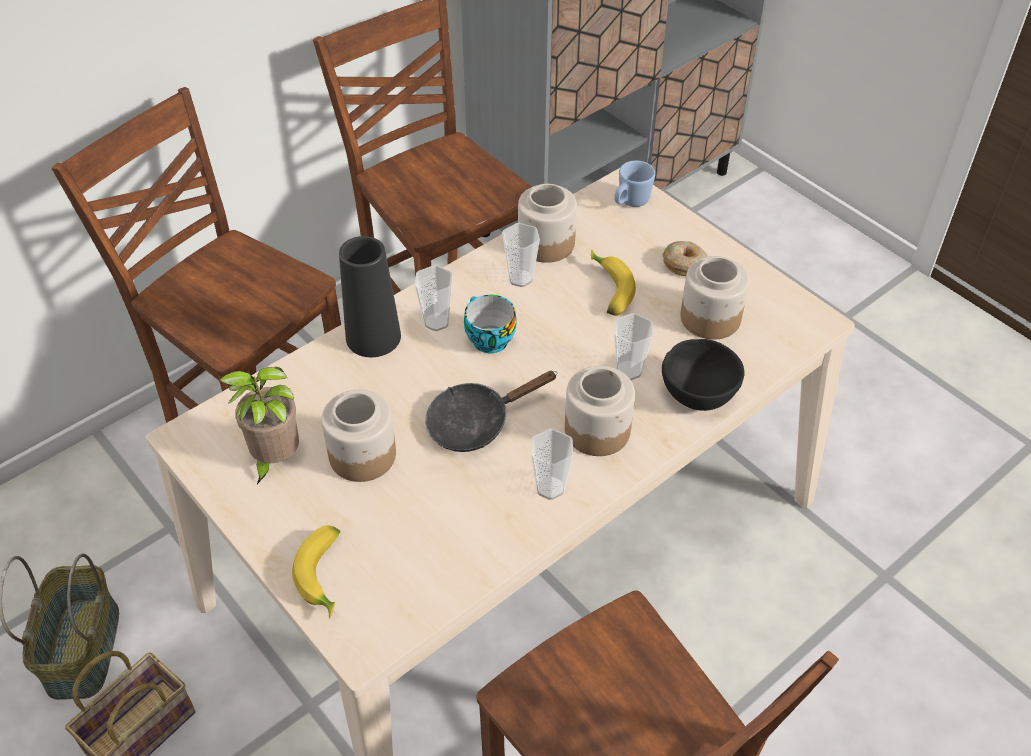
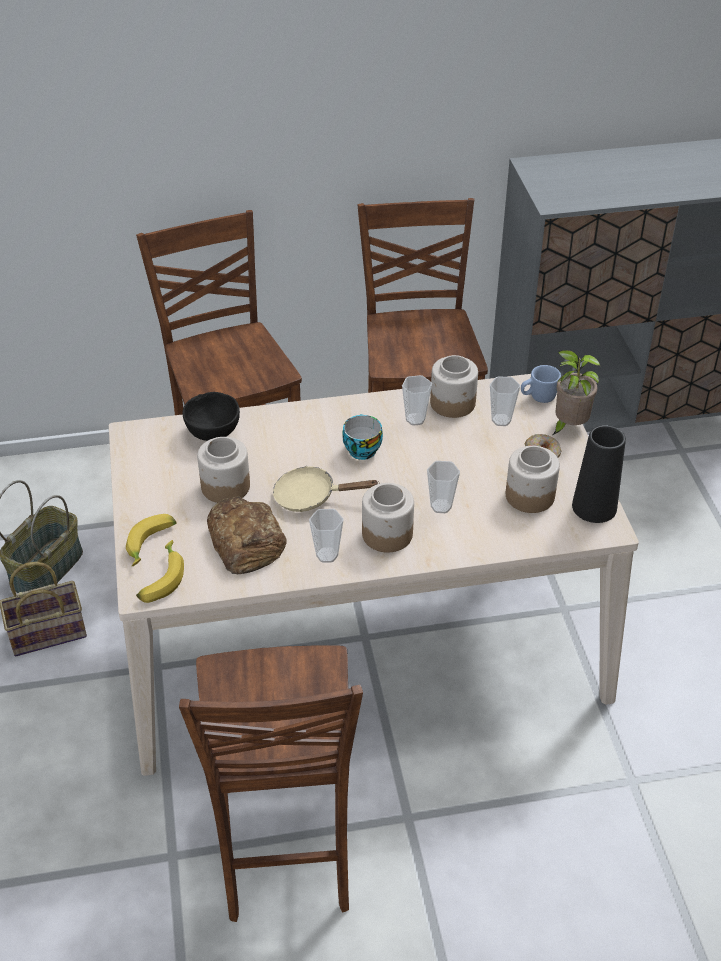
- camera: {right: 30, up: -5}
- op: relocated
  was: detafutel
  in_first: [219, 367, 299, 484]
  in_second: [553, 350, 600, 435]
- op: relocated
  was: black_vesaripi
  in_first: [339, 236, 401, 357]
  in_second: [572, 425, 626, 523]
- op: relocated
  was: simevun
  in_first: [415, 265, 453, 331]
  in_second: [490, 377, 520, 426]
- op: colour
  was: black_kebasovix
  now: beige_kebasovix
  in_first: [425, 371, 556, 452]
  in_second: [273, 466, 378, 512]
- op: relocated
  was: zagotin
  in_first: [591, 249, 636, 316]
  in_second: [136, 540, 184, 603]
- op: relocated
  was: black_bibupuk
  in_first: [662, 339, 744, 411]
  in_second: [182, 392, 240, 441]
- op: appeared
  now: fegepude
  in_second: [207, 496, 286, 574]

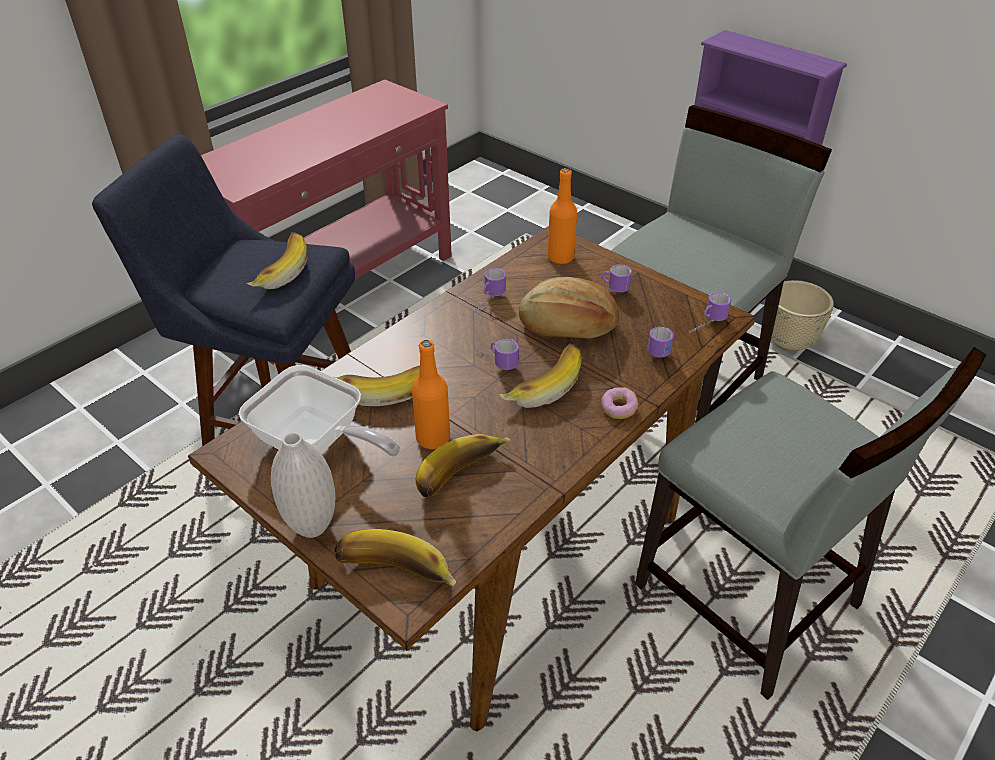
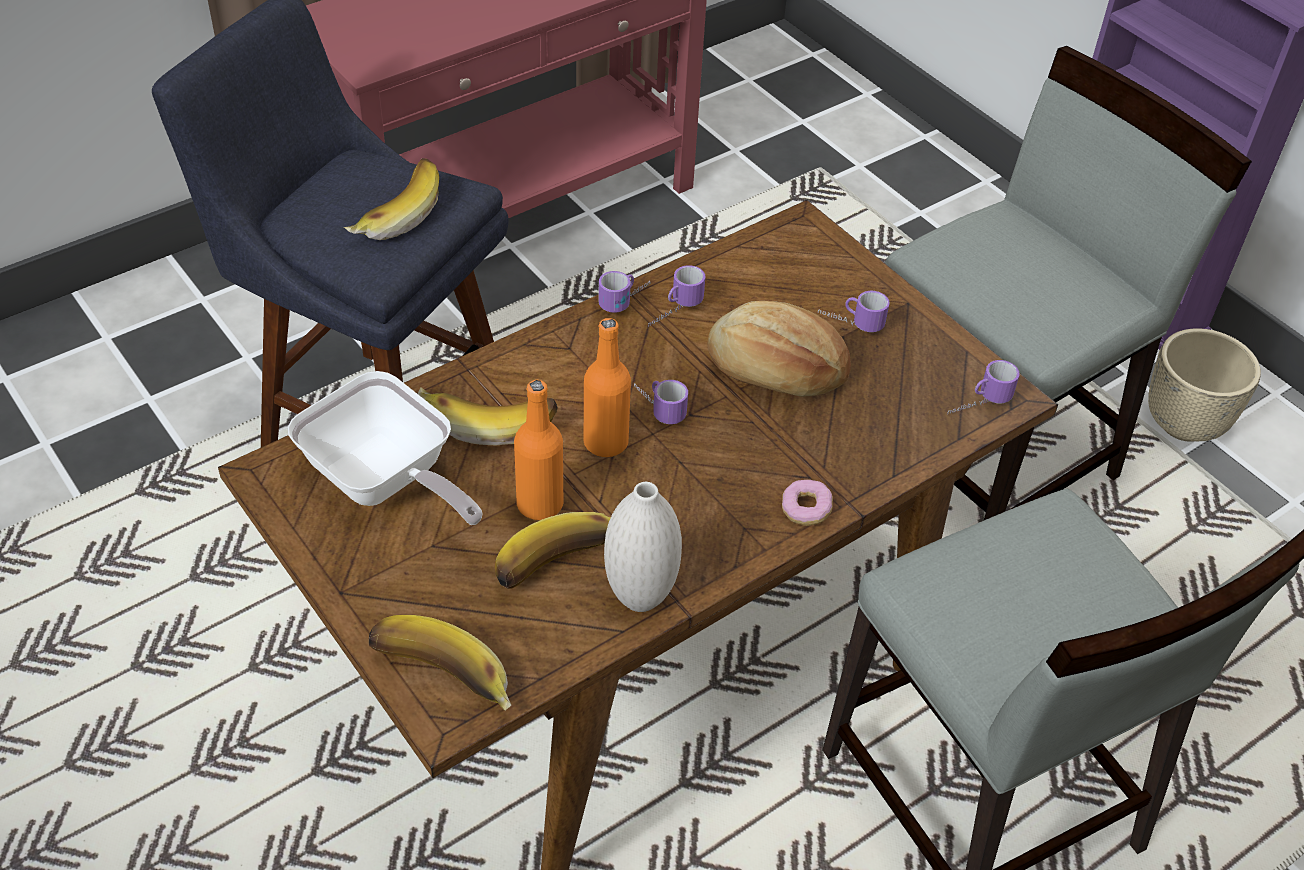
- camera: {right: 10, up: 5}
- op: relocated
  was: white_vesaripi
  in_first: [271, 433, 335, 538]
  in_second: [604, 482, 682, 612]
- op: missing
  was: zagotin
  in_first: [499, 344, 582, 408]
- op: relocated
  was: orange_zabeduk
  in_first: [547, 168, 577, 264]
  in_second: [584, 318, 631, 457]
- op: relocated
  was: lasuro
  in_first: [647, 327, 674, 357]
  in_second: [598, 271, 650, 313]

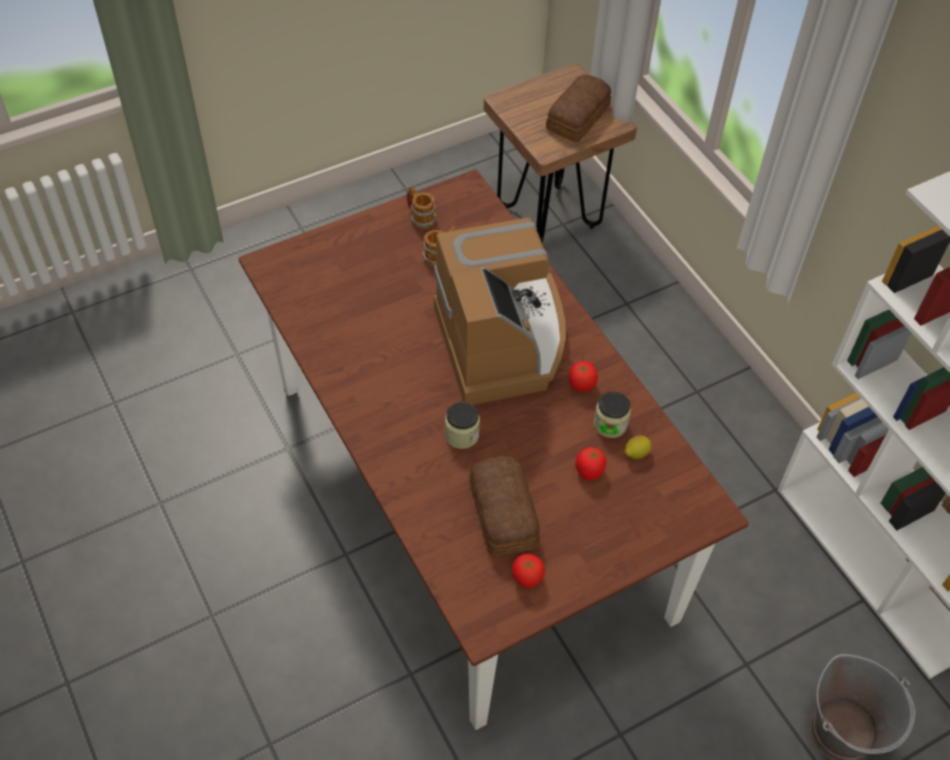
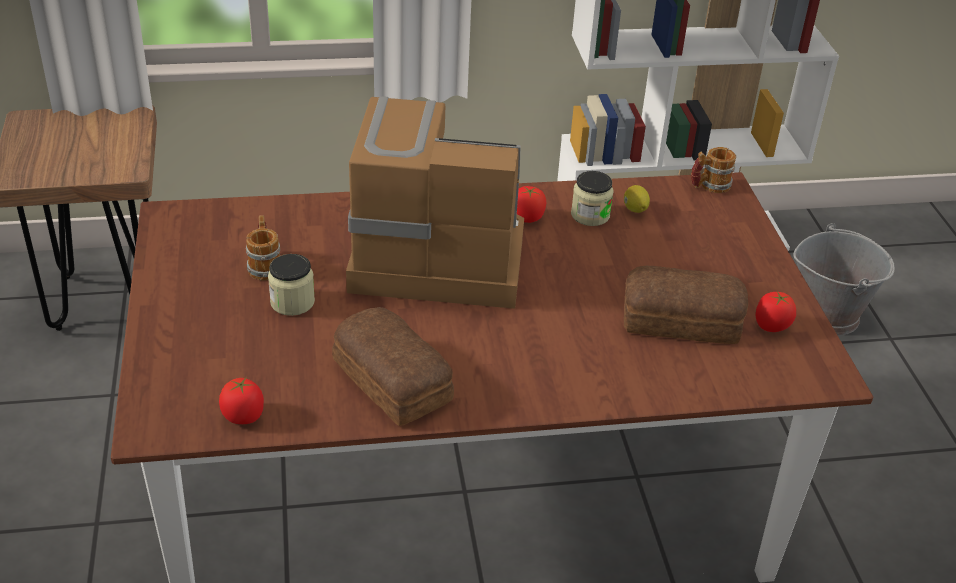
- camera: {right: -70, up: -15}
- op: relocated
  was: lasuro
  in_first: [407, 185, 437, 229]
  in_second: [691, 147, 736, 193]
- op: relocated
  was: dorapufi
  in_first: [445, 402, 480, 449]
  in_second: [268, 254, 315, 316]
- op: relocated
  was: fegepude
  in_first: [546, 75, 611, 142]
  in_second: [332, 307, 454, 426]
- op: relocated
  was: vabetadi
  in_first: [575, 447, 606, 481]
  in_second: [219, 377, 264, 424]

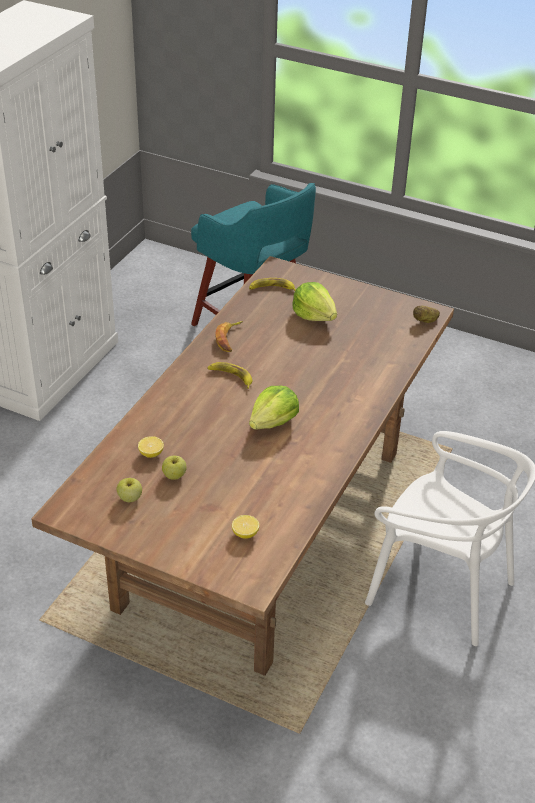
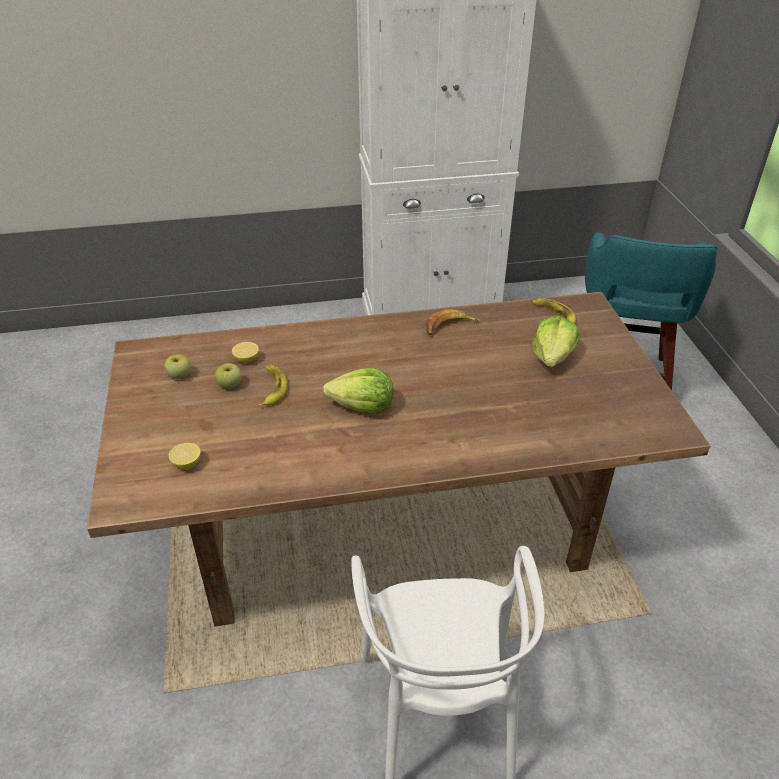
- camera: {right: 55, up: 0}
- op: relocated
  was: zagotin
  in_first: [207, 362, 252, 389]
  in_second: [258, 365, 287, 406]
- op: missing
  was: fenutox
  in_first: [413, 306, 440, 323]

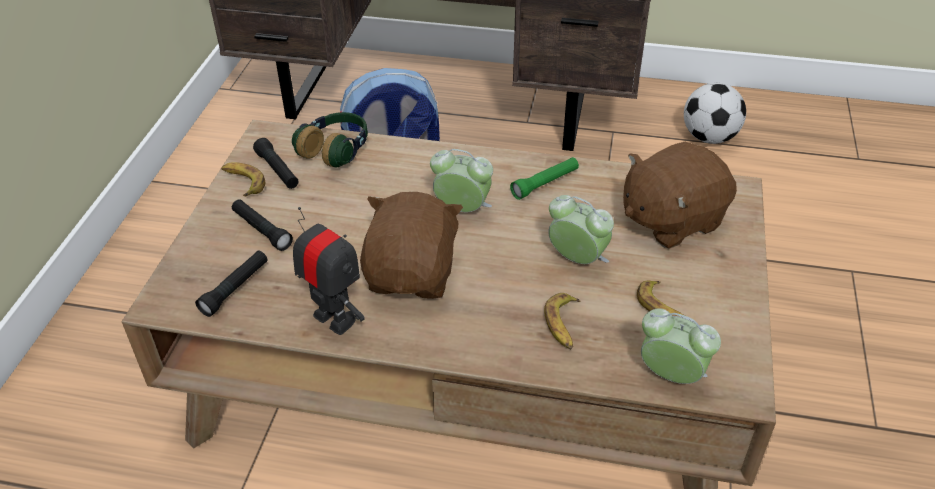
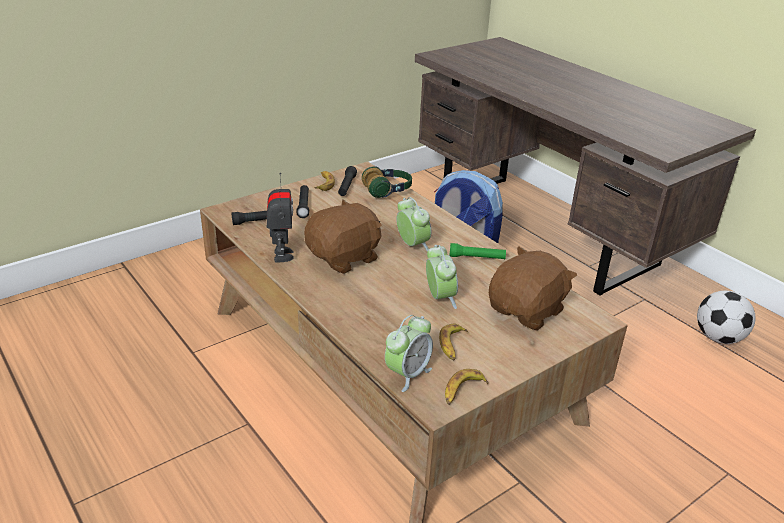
- camera: {right: 40, up: -10}
- op: relocated
  was: zagotin
  in_first: [544, 293, 581, 350]
  in_second: [445, 369, 488, 405]
- op: spun
  was: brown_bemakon
  in_first: [623, 142, 737, 249]
  in_second: [489, 246, 577, 331]
  clockwise: 120
- op: spun
  was: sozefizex
  in_first: [641, 308, 721, 384]
  in_second: [385, 315, 433, 392]
  clockwise: 60

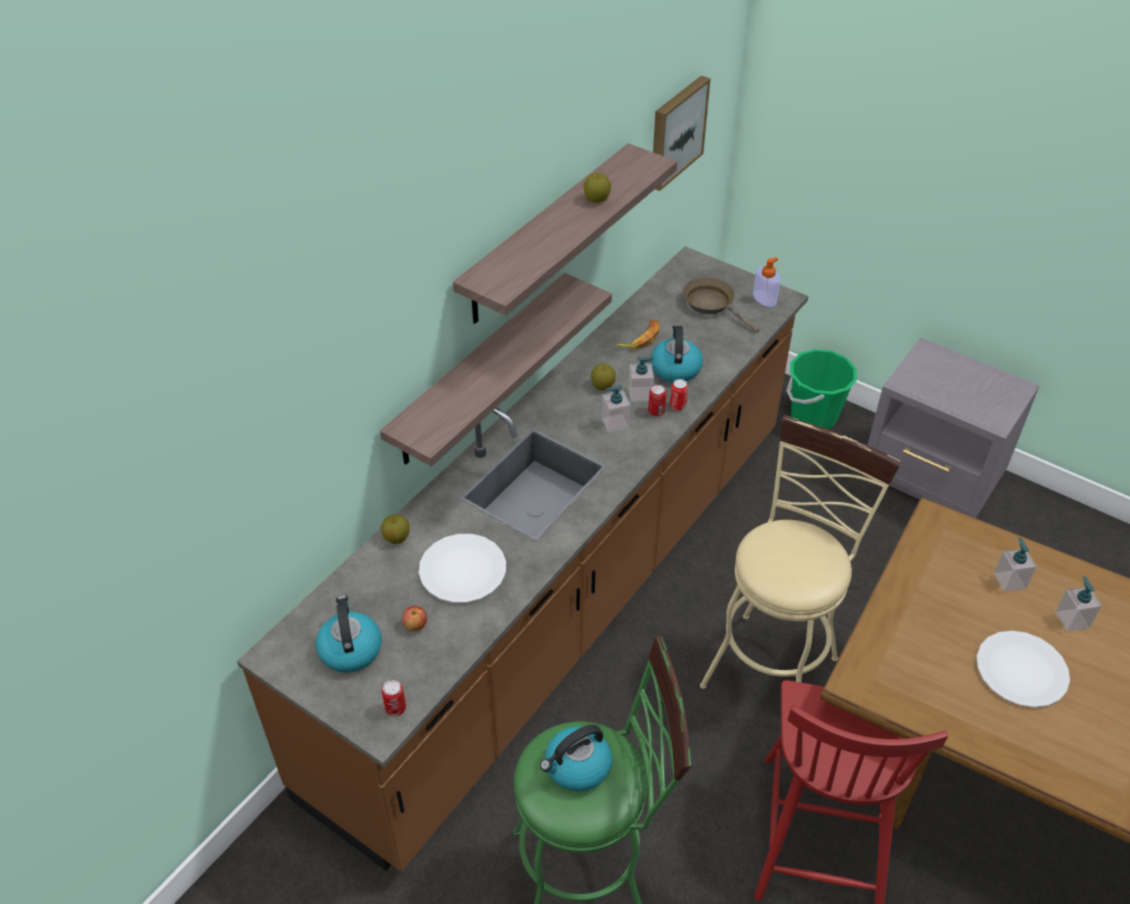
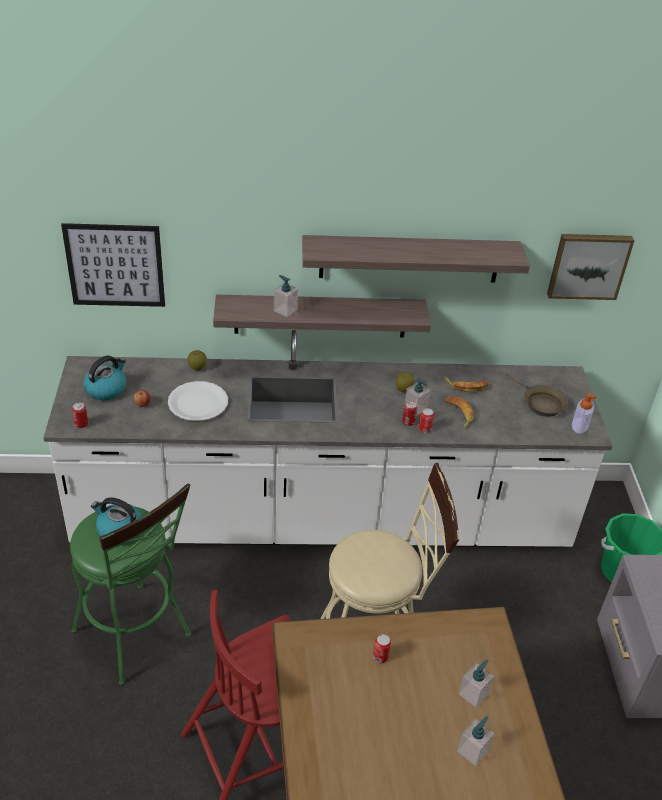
- camera: {right: 50, up: -5}
- op: colour
  was: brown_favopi
  now: white_favopi
  in_first: [237, 246, 808, 872]
  in_second: [43, 330, 612, 547]
- op: missing
  was: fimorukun
  in_first: [584, 173, 611, 202]
- op: relocated
  was: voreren
  in_first: [602, 385, 631, 433]
  in_second: [274, 275, 298, 317]
- op: exchanged
  was: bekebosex
  now: zagotin
  in_first: [651, 325, 703, 382]
  in_second: [444, 396, 474, 428]
- op: spun
  was: brown_kebasovix
  in_first: [682, 277, 759, 332]
  in_second: [506, 373, 568, 417]
  clockwise: 135
- op: missing
  was: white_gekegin
  in_first: [977, 631, 1070, 707]
- op: appeared
  now: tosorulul
  in_second: [61, 223, 165, 307]
- op: appeared
  now: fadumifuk
  in_second: [373, 634, 391, 663]

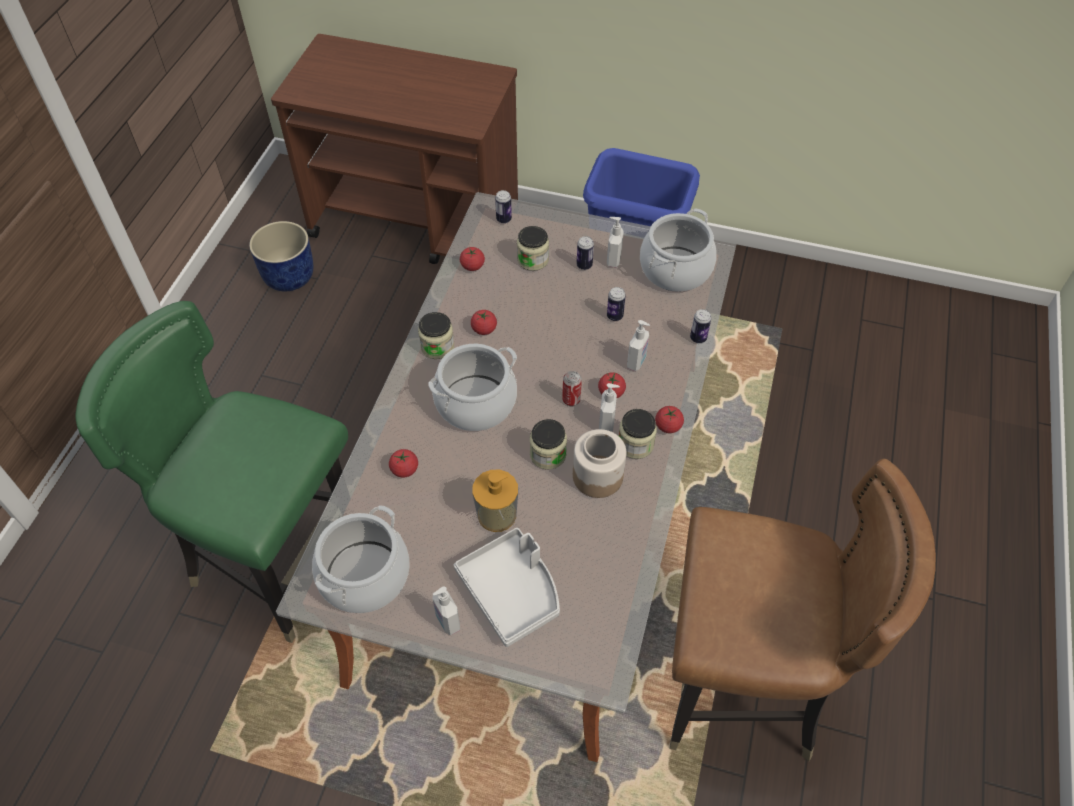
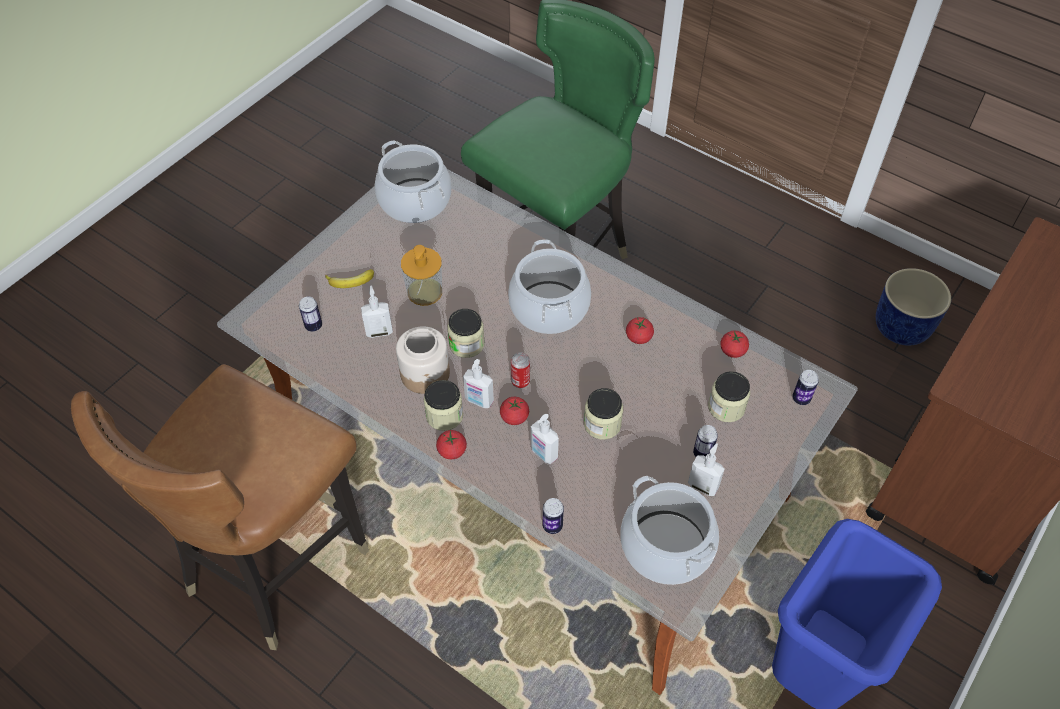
- camera: {right: 110, up: 0}
- op: missing
  was: vabetadi
  in_first: [389, 449, 418, 477]
- op: relocated
  was: dorapufi
  in_first: [418, 312, 454, 359]
  in_second: [584, 388, 623, 440]
- op: relocated
  was: voreren
  in_first: [433, 587, 460, 636]
  in_second: [361, 285, 393, 338]
- op: exchanged
  was: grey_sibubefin
  now: zagotin
  in_first: [454, 528, 560, 647]
  in_second: [325, 269, 374, 288]
- op: relocated
  was: fadumifuk
  in_first: [607, 287, 626, 321]
  in_second: [299, 297, 322, 332]

